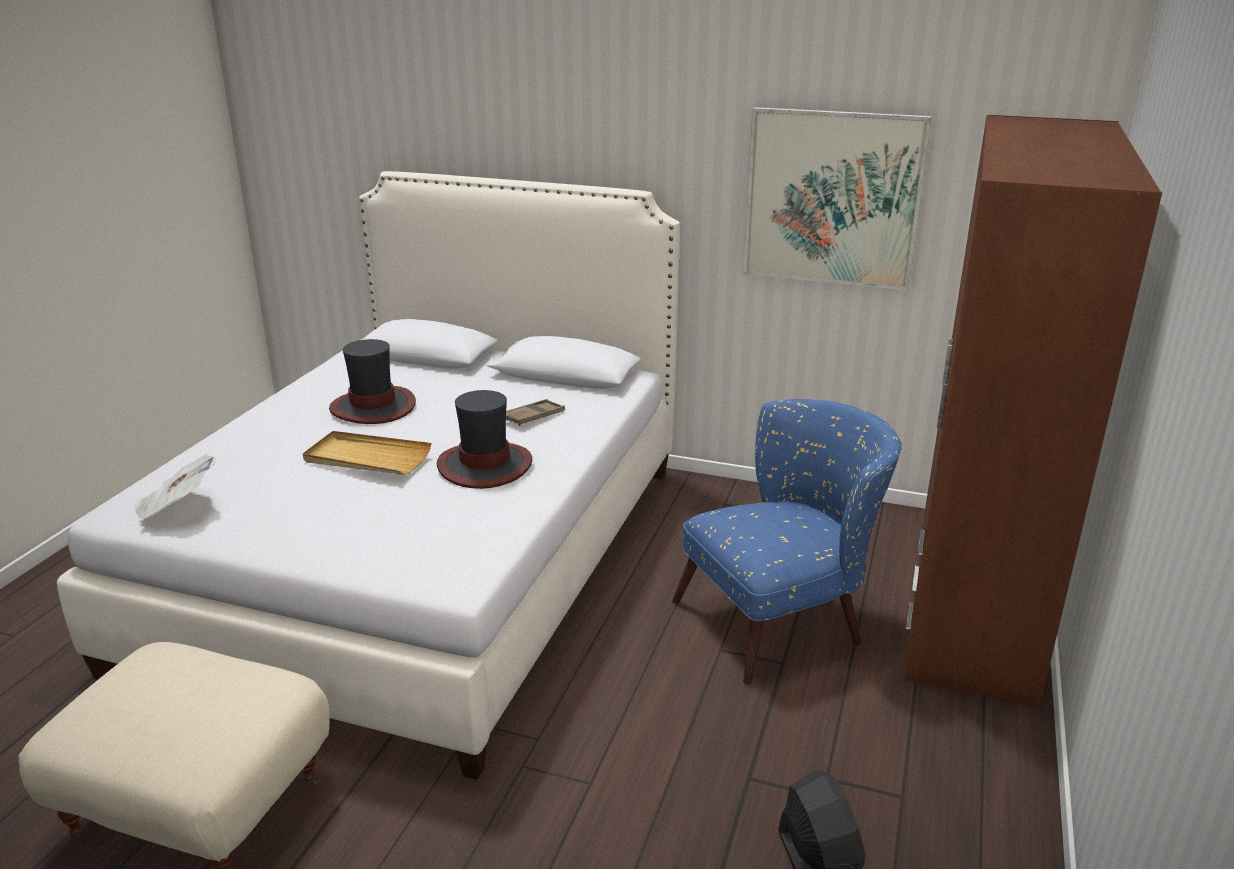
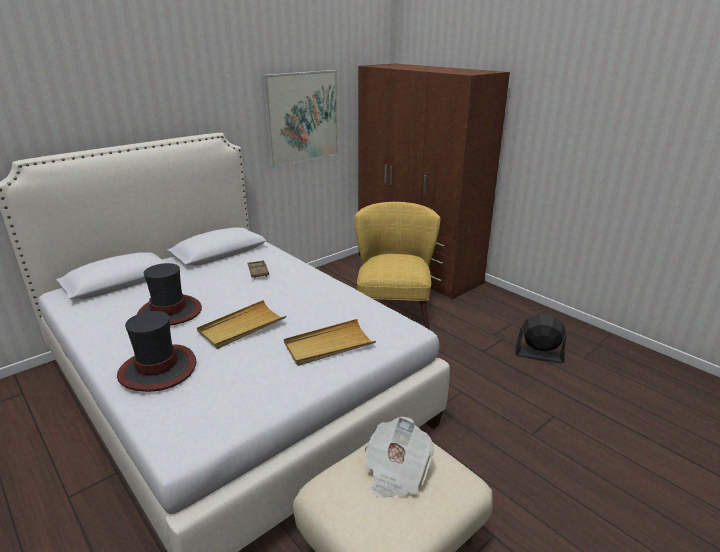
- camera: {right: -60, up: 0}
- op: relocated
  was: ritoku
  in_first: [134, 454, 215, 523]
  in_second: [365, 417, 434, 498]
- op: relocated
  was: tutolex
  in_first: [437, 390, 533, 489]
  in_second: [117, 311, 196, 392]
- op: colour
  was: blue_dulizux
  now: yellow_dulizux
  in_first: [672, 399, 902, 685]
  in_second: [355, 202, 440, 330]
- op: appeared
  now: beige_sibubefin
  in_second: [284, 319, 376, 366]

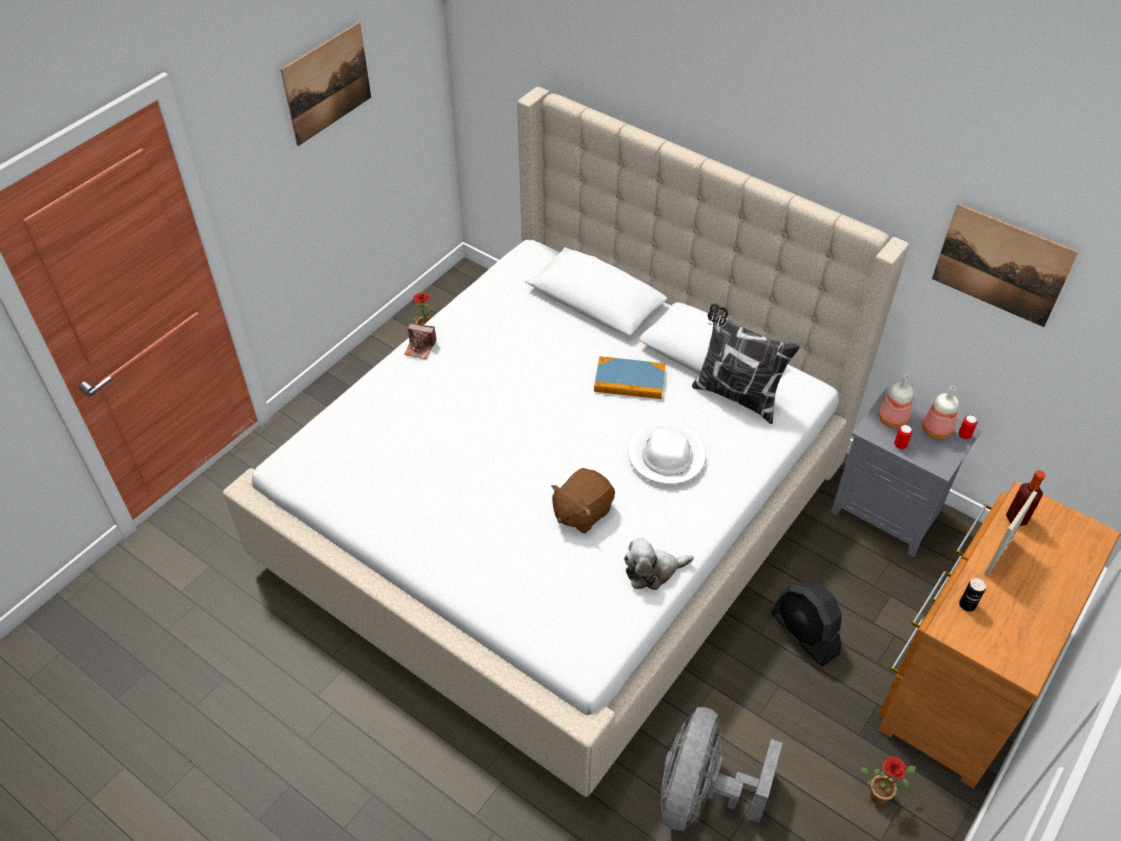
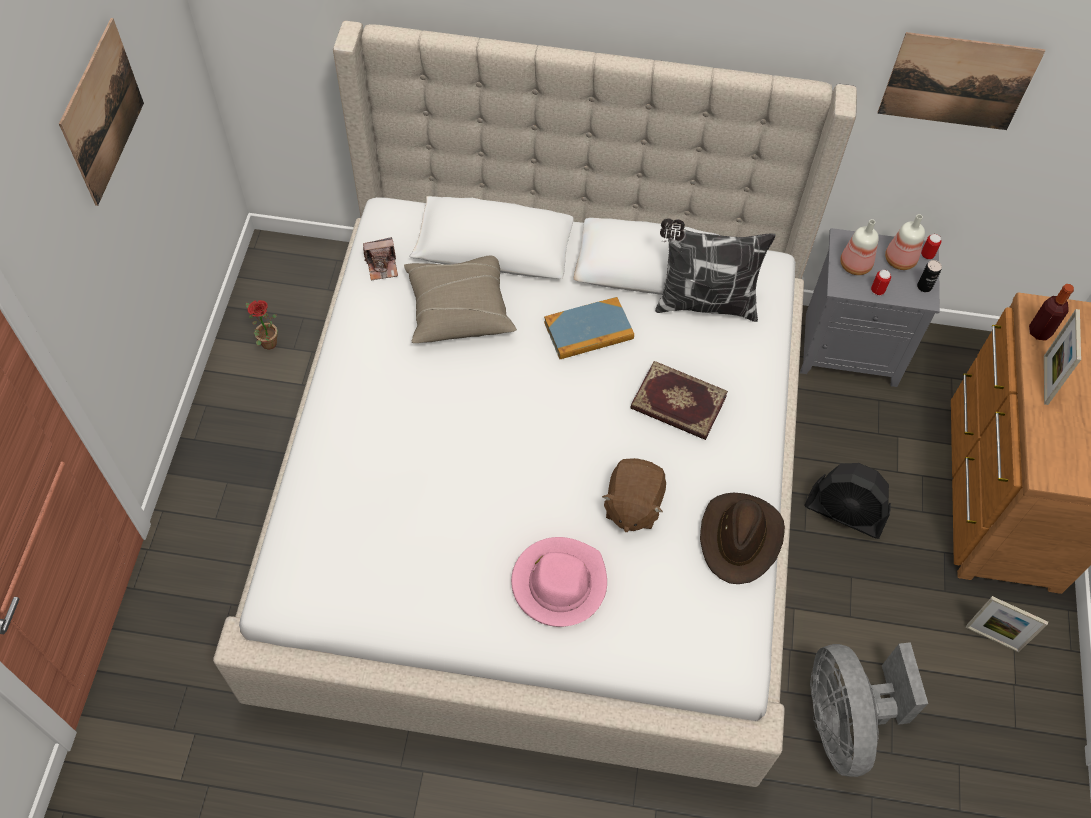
- camera: {right: -30, up: 10}
- op: relocated
  was: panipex
  in_first: [404, 323, 436, 359]
  in_second: [363, 237, 398, 280]
- op: exchanged
  was: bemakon
  now: brown_tutolex
  in_first: [624, 538, 694, 590]
  in_second: [700, 493, 785, 584]
- op: exchanged
  was: white_tutolex
  now: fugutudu
  in_first: [628, 423, 706, 485]
  in_second: [630, 361, 728, 440]
- op: exchanged
  was: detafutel
  now: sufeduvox
  in_first: [861, 756, 916, 804]
  in_second: [966, 596, 1048, 652]
- op: relocated
  was: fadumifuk
  in_first: [959, 578, 986, 612]
  in_second: [917, 260, 942, 292]
- op: appeared
  now: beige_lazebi
  in_second: [404, 255, 517, 343]
- op: appeared
  now: pink_tutolex
  in_second: [511, 537, 607, 627]

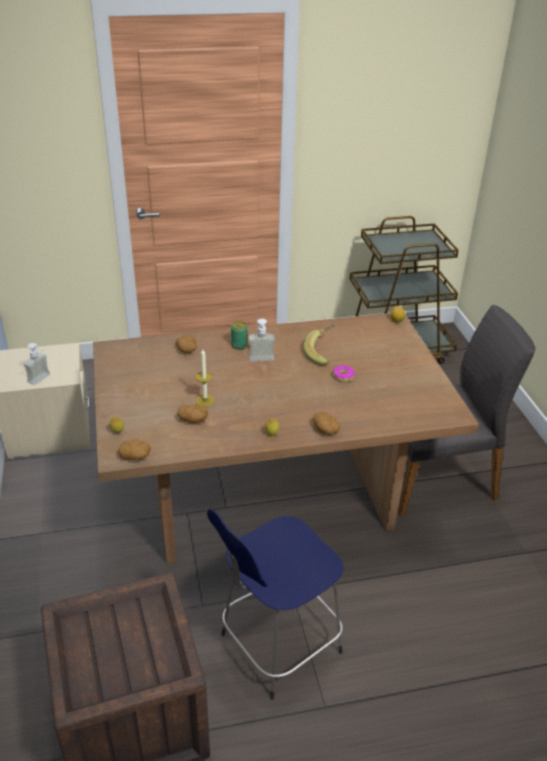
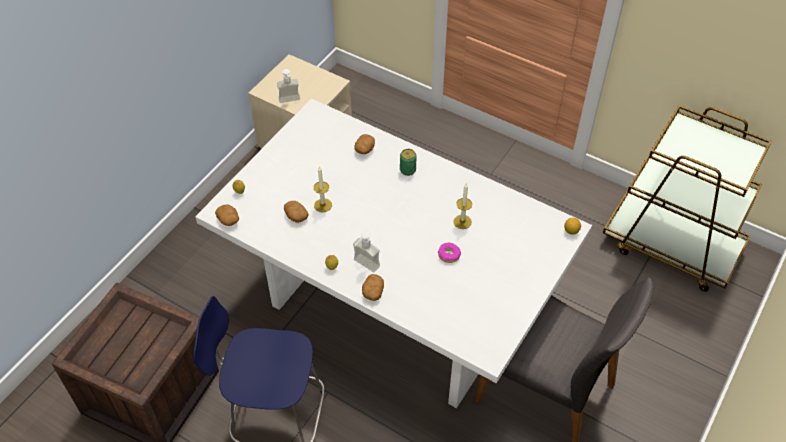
- camera: {right: 45, up: 15}
- op: colour
  was: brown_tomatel
  now: white_tomatel
  in_first: [93, 313, 479, 564]
  in_second: [195, 98, 592, 408]
- op: relocated
  was: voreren
  in_first: [249, 319, 275, 362]
  in_second: [353, 231, 380, 272]
- op: exchanged
  was: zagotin
  now: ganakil
  in_first: [304, 325, 335, 365]
  in_second: [453, 183, 472, 229]

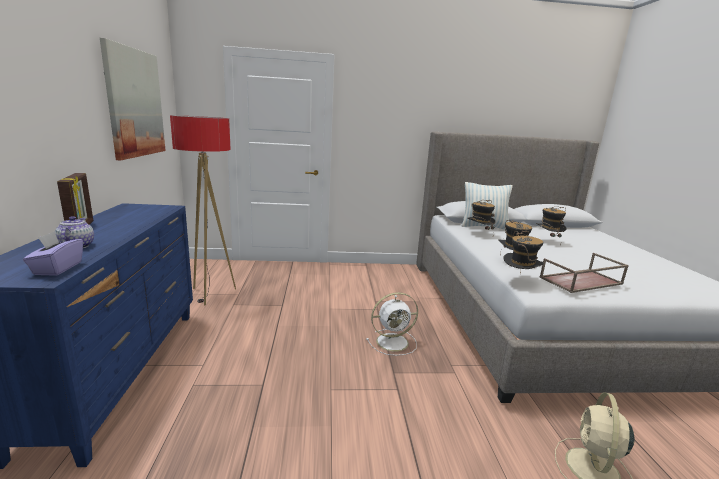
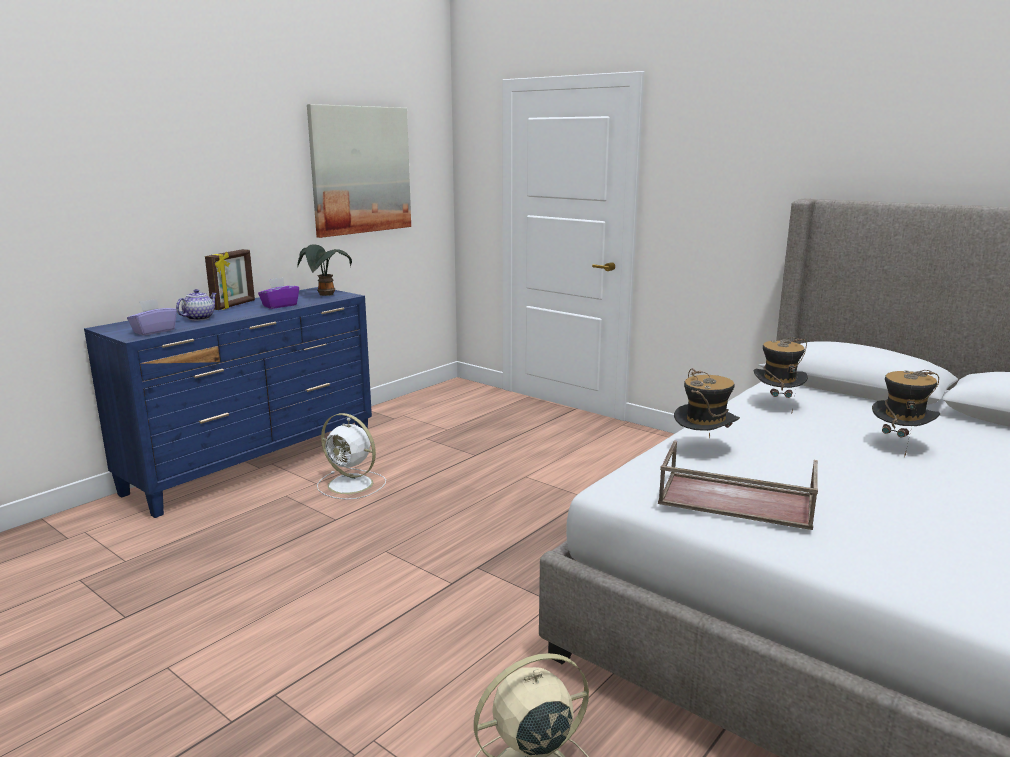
- camera: {right: 45, up: 0}
- op: missing
  was: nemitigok
  in_first: [170, 115, 236, 305]
- op: relocated
  was: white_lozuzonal
  in_first: [366, 292, 418, 356]
  in_second: [317, 413, 386, 500]
- op: missing
  was: lazebi
  in_first: [461, 182, 512, 230]
- op: missing
  was: tutolex
  in_first: [503, 231, 544, 274]
- op: appeared
  now: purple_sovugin
  in_second: [258, 277, 299, 309]
- op: appeared
  now: detafutel
  in_second: [297, 244, 352, 296]

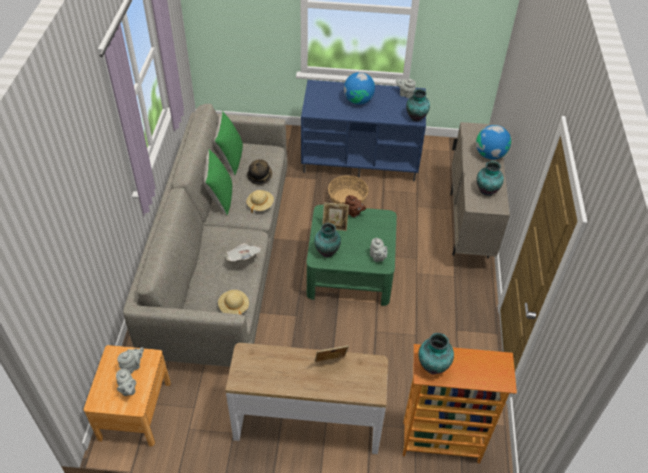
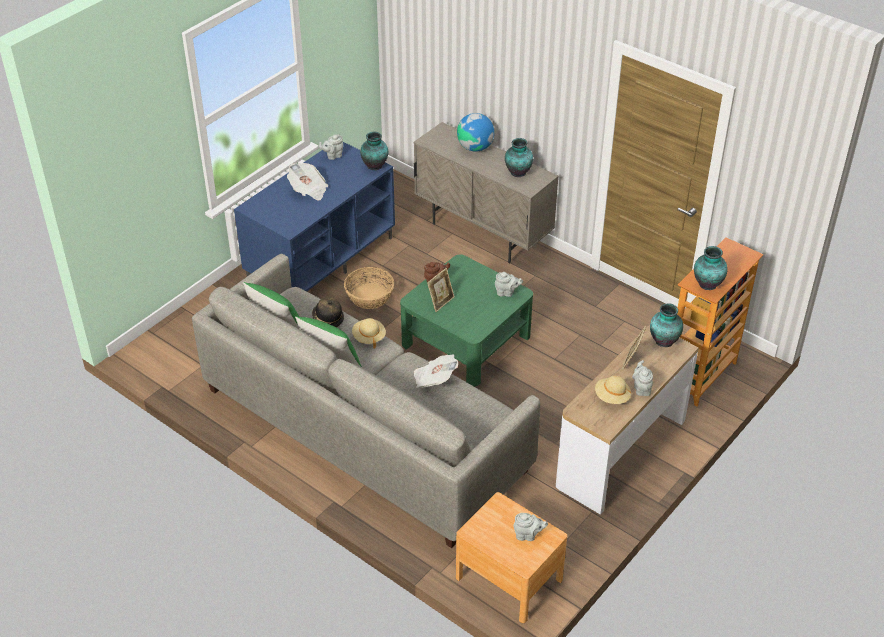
- camera: {right: -55, up: -5}
- op: relocated
  was: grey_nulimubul
  in_first: [117, 347, 144, 374]
  in_second: [632, 360, 653, 396]
- op: relocated
  was: beige_tutolex
  in_first: [218, 290, 249, 315]
  in_second: [595, 376, 631, 404]
- op: relocated
  was: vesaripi
  in_first: [314, 223, 341, 257]
  in_second: [650, 303, 683, 347]
- op: exchanged
  was: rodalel
  now: ritoku
  in_first: [344, 72, 375, 105]
  in_second: [287, 163, 328, 200]

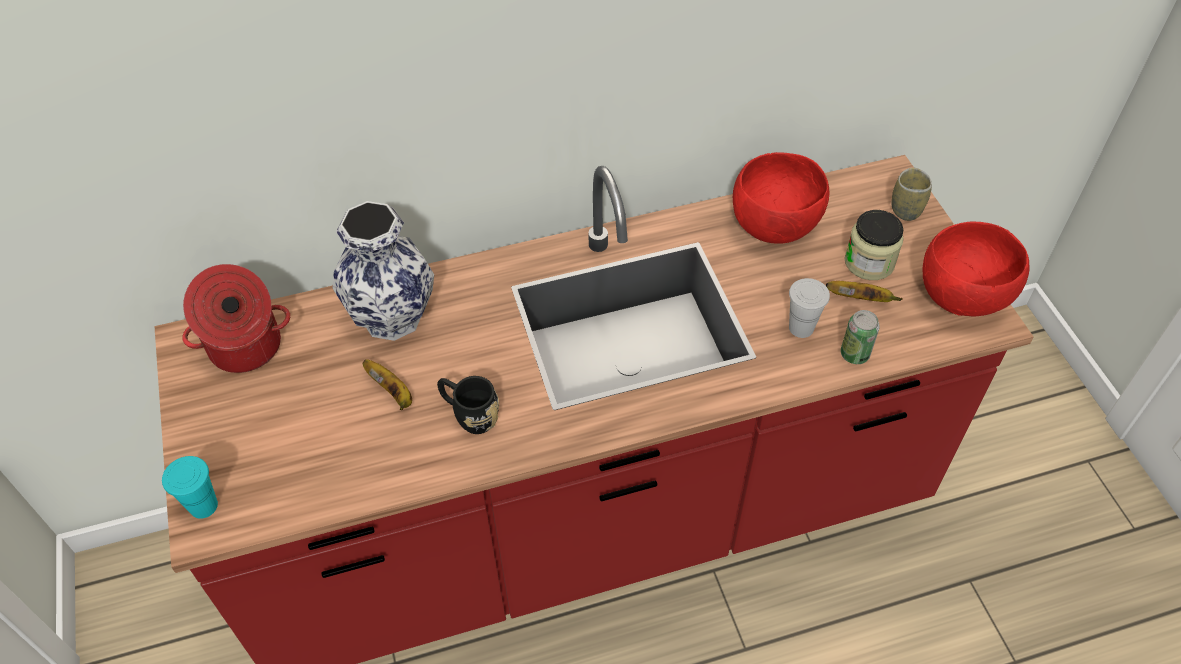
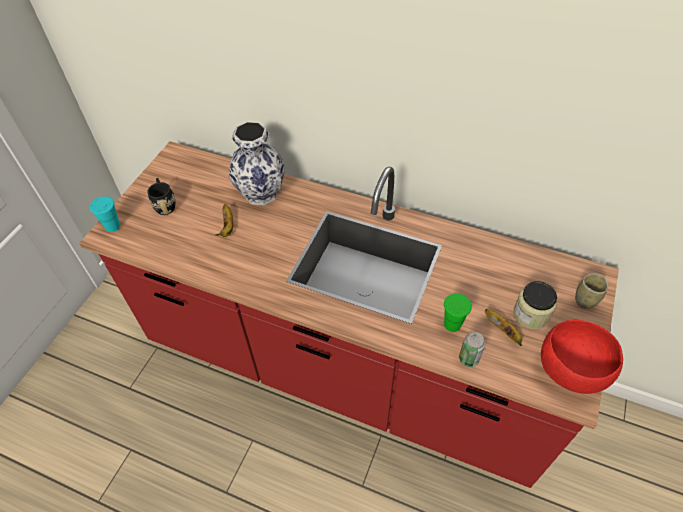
- camera: {right: 40, up: 0}
- op: missing
  was: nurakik
  in_first: [182, 264, 290, 373]
- op: relocated
  was: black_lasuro
  in_first: [437, 376, 499, 434]
  in_second: [147, 178, 175, 215]
- op: missing
  was: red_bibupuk
  in_first: [733, 152, 829, 244]
- op: colour
  was: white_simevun
  now: green_simevun
  in_first: [789, 278, 830, 338]
  in_second: [444, 293, 472, 332]

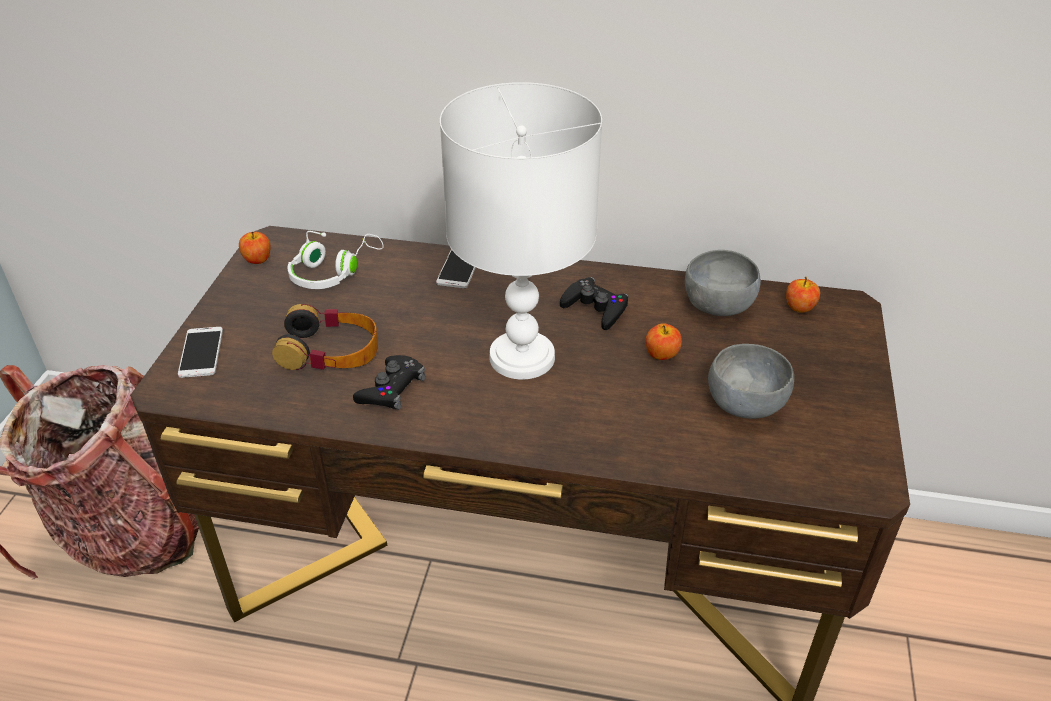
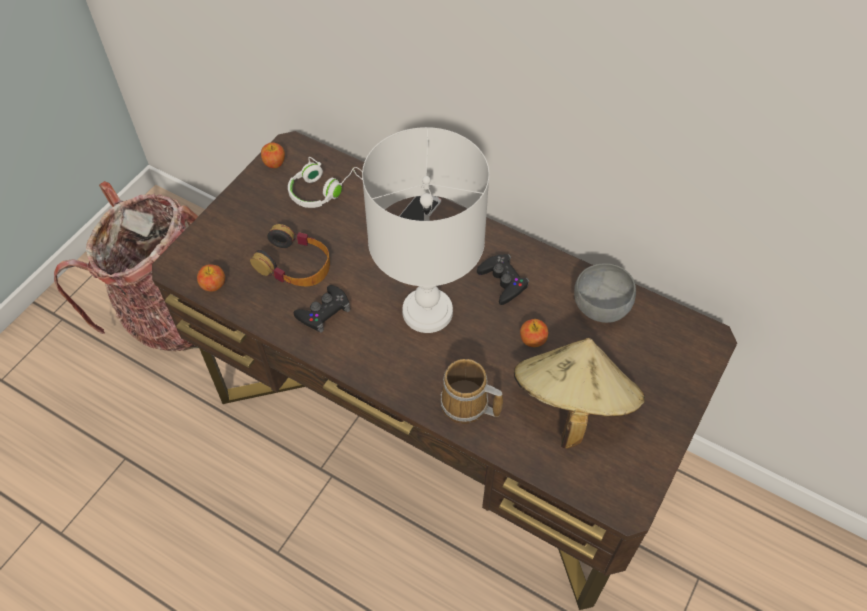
- camera: {right: 20, up: 15}
- op: missing
  was: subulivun
  in_first: [178, 327, 223, 378]
- op: exchanged
  was: grey_bibupuk
  now: beige_tutolex
  in_first: [708, 344, 794, 419]
  in_second: [514, 338, 645, 449]
- op: relocated
  was: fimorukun
  in_first: [786, 277, 820, 313]
  in_second: [197, 264, 225, 291]
- op: appeared
  now: lasuro
  in_second: [440, 359, 503, 424]

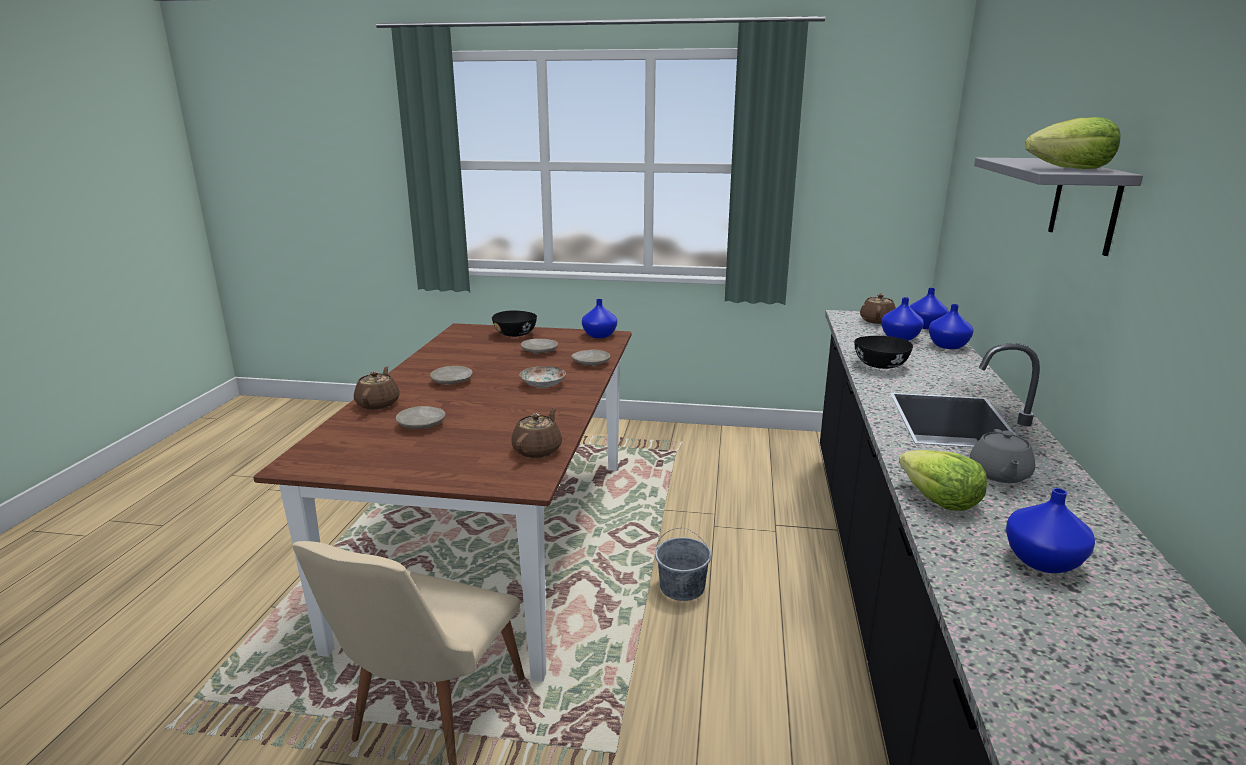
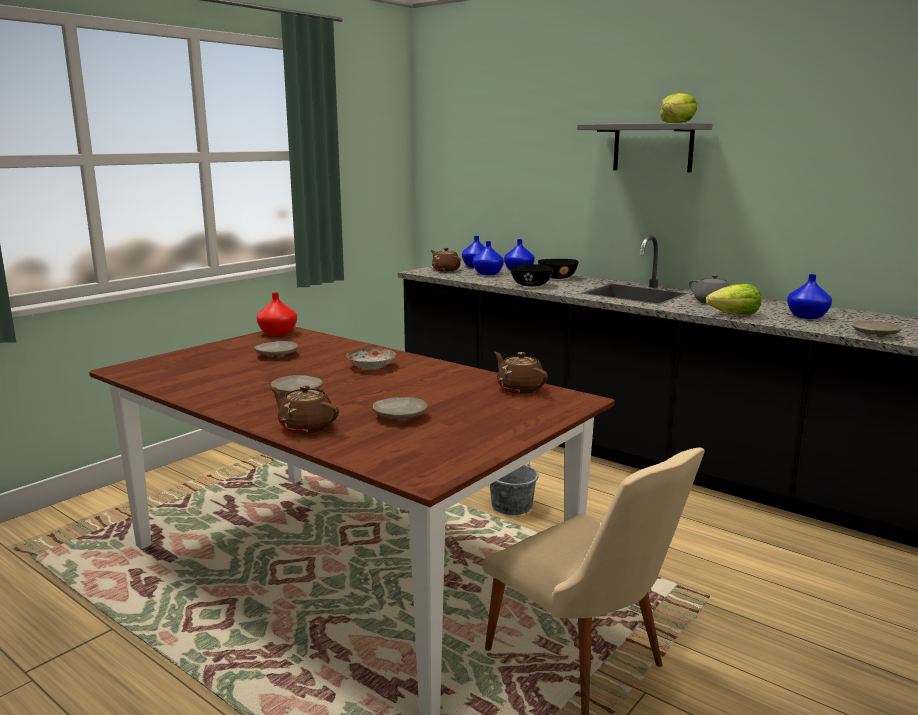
- camera: {right: -60, up: -5}
- op: relocated
  was: black_bibupuk
  in_first: [492, 311, 537, 337]
  in_second: [538, 259, 579, 279]
- op: relocated
  was: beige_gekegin
  in_first: [571, 349, 610, 367]
  in_second: [852, 321, 902, 337]
- op: colour
  was: blue_vesaripi
  now: red_vesaripi
  in_first: [582, 299, 617, 338]
  in_second: [257, 292, 297, 336]

